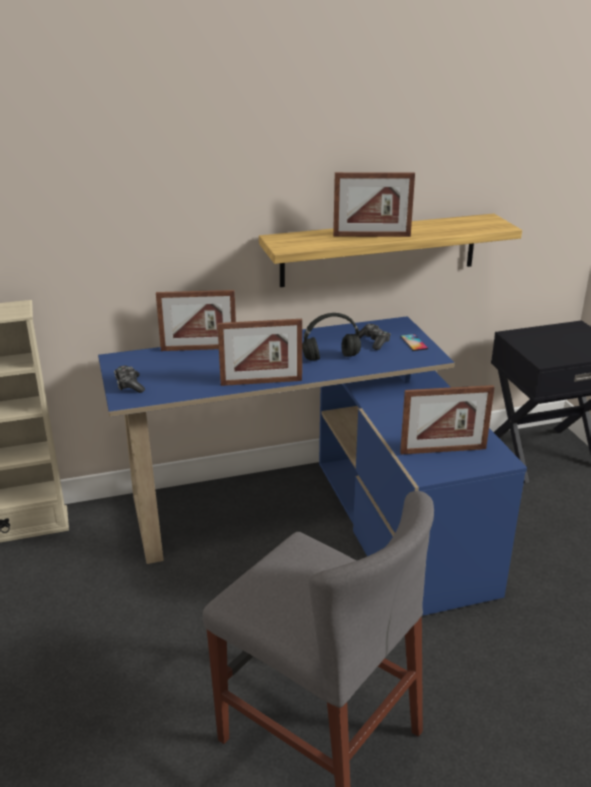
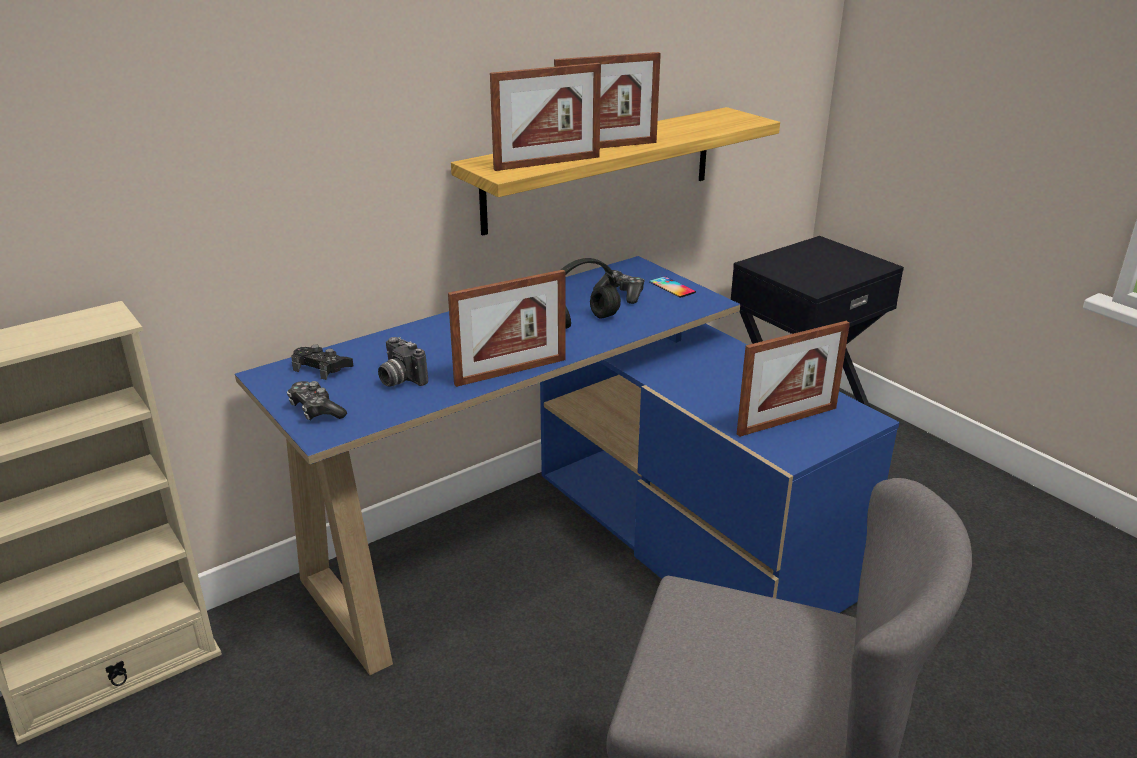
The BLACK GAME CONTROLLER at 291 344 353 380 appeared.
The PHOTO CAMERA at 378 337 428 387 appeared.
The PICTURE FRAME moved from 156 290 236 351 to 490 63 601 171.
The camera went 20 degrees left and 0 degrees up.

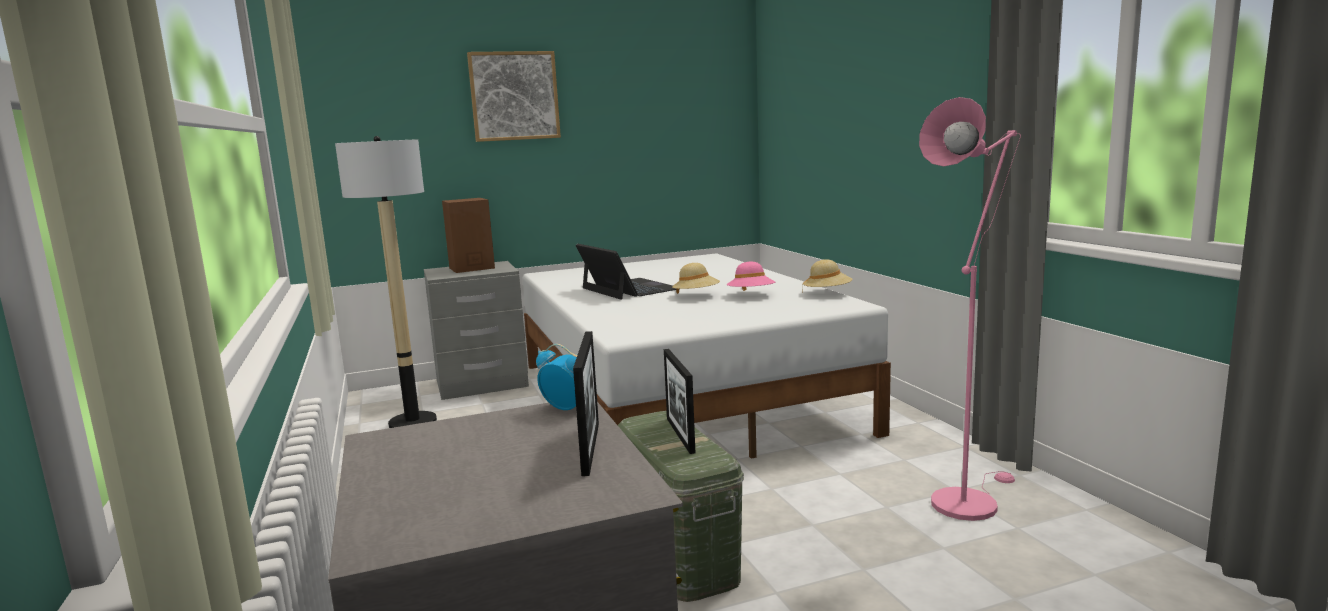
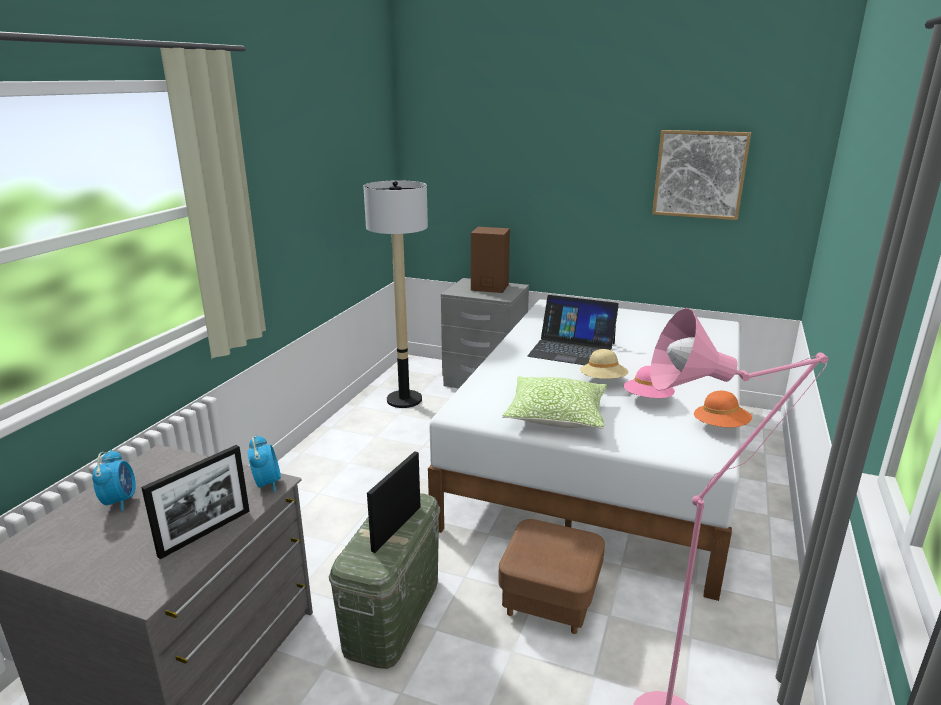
The ALARM CLOCK at 92 450 136 511 appeared.
The BROWN OTTOMAN at 498 519 605 634 appeared.
The PILLOW at 502 376 607 429 appeared.
The PICTURE moved from 467 51 561 142 to 652 130 751 220.
The BEIGE HAT at 802 259 852 293 became the ORANGE HAT at 694 391 752 427.
The LAPTOP at 576 244 676 300 turned 105 degrees clockwise.
The camera went 40 degrees right and 10 degrees up.

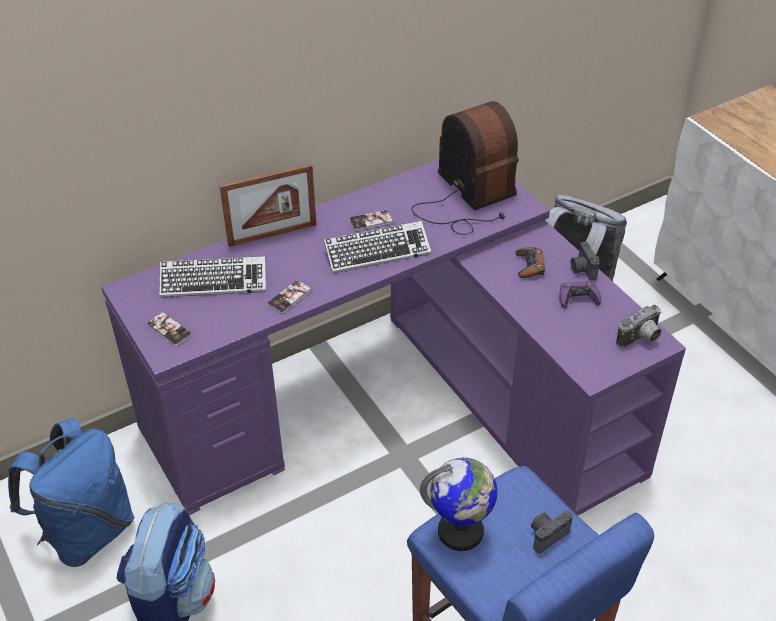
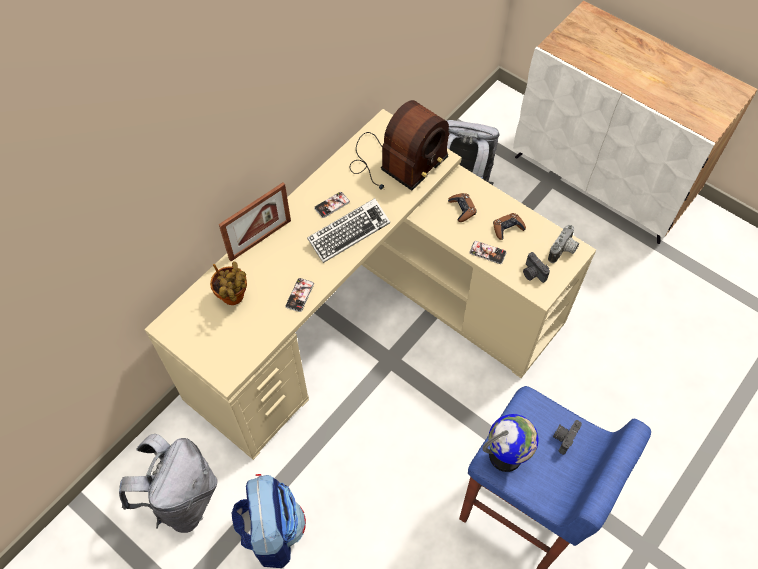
The PHONE moved from 147 312 192 346 to 469 241 507 264.
The PHOTO CAMERA moved from 570 242 600 280 to 523 252 550 283.
The KEYBOARD at 160 256 266 298 was replaced by the POTTED PLANT at 210 261 247 305.
The BLUE BACKPACK at 8 418 134 567 became the GREY BACKPACK at 119 434 218 533.
The PURPLE DESK at 101 159 686 515 became the BEIGE DESK at 144 109 596 460.
The PURPLE GAME CONTROLLER at 559 281 602 308 became the BROWN GAME CONTROLLER at 493 213 526 240.
The RADIO at 411 101 519 235 turned 90 degrees clockwise.
The camera went 20 degrees left and 15 degrees up.

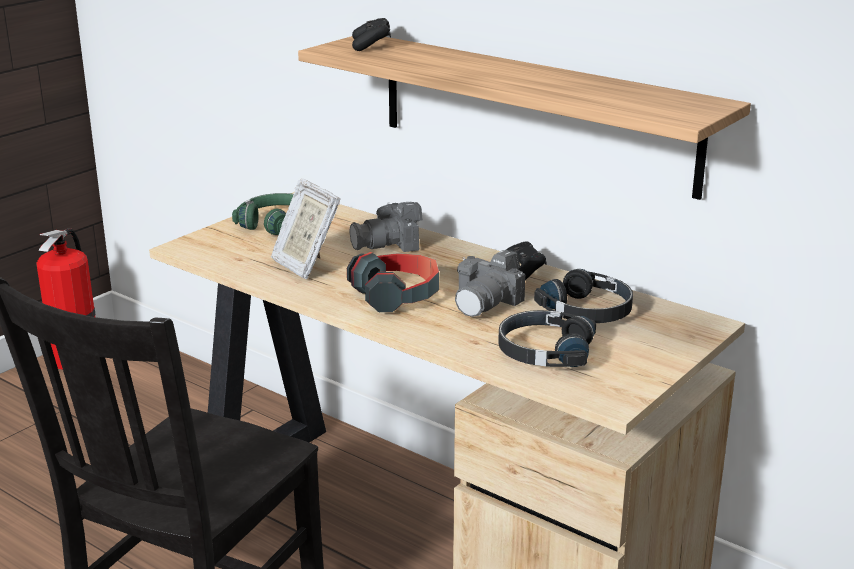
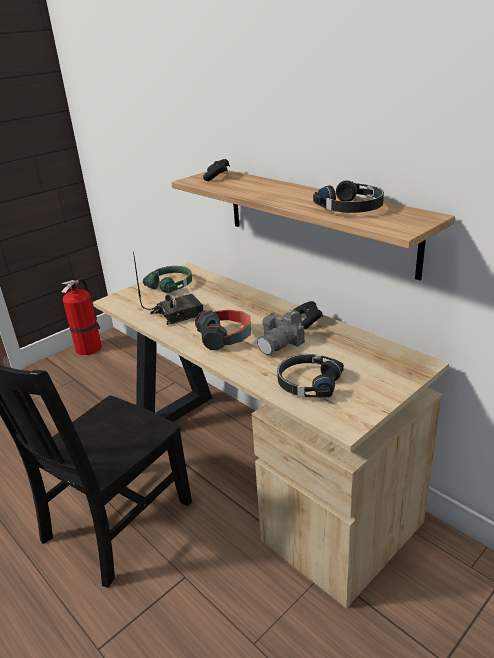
The PHOTO CAMERA at 350 202 423 252 disappeared.
The BLACK HEADPHONES moved from 534 269 633 323 to 313 180 384 213.
The PICTURE FRAME at 271 178 341 279 was replaced by the RADIO at 133 252 203 325.
The camera went 10 degrees right and 5 degrees up.

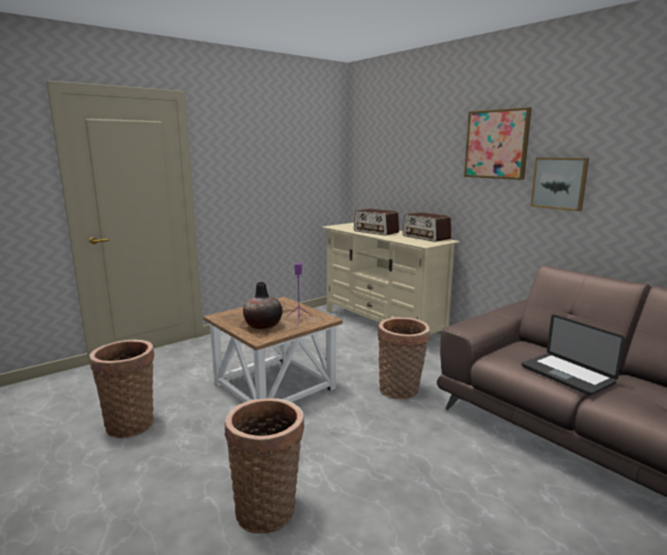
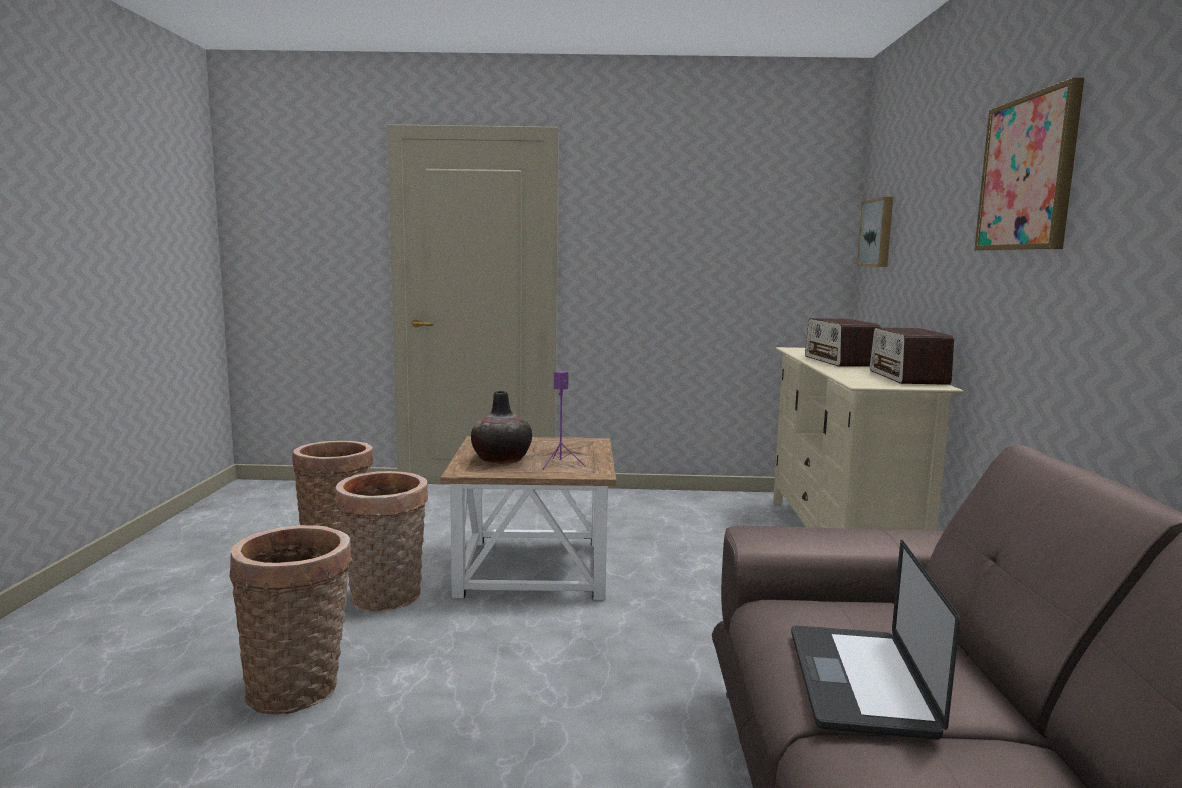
The BASKET moved from 378 317 430 399 to 336 471 428 611.
The PICTURE moved from 530 157 589 211 to 857 197 893 267.
The camera went 40 degrees right and 5 degrees down.

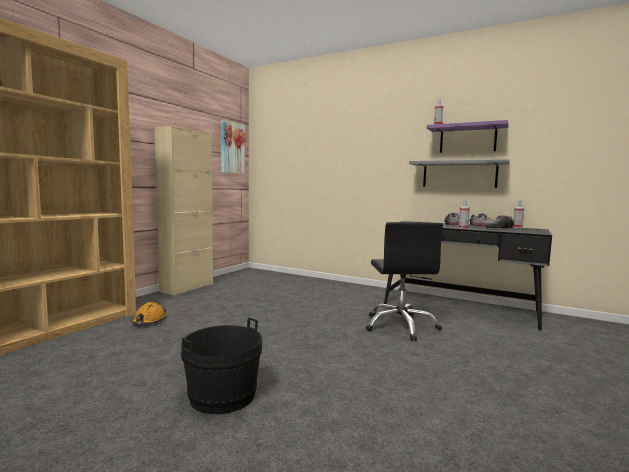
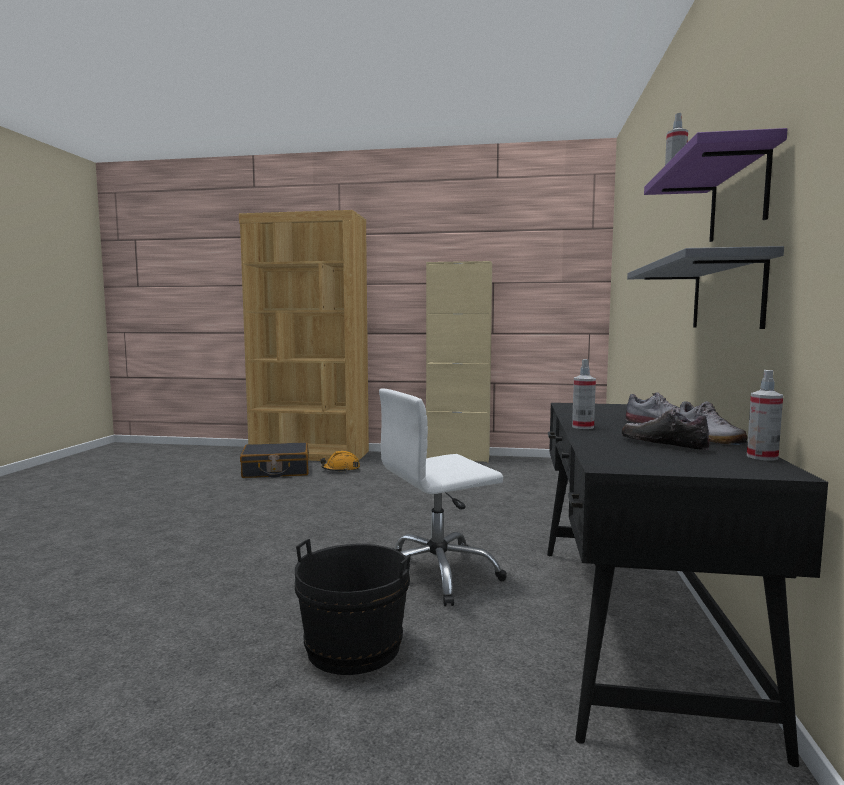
The PICTURE at 221 120 245 174 disappeared.
The BLACK SUITCASE at 240 442 309 478 appeared.
The BLACK BUCKET moved from 181 317 262 414 to 295 539 411 675.
The BLACK OFFICE CHAIR at 366 222 443 341 became the WHITE OFFICE CHAIR at 379 389 507 606.
The camera went 70 degrees right and 0 degrees up.

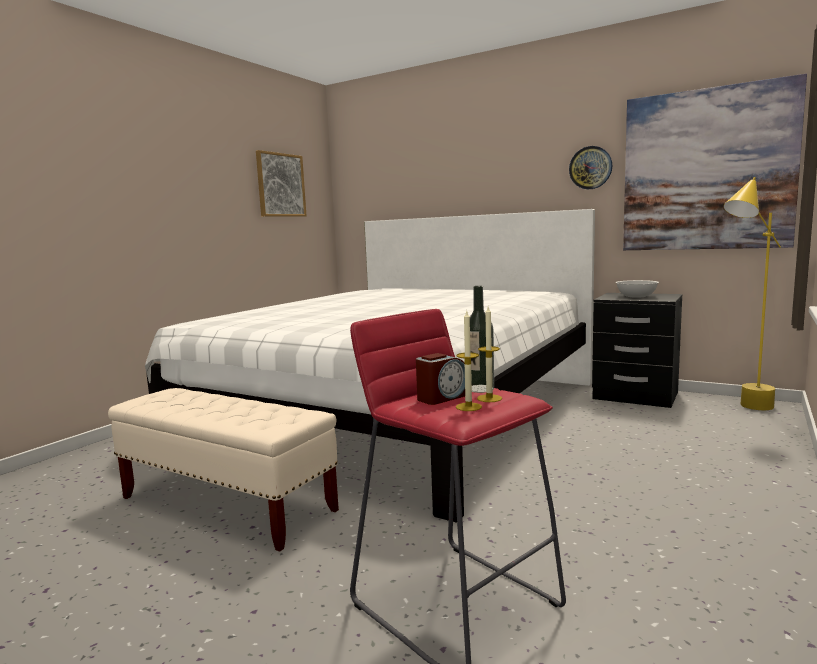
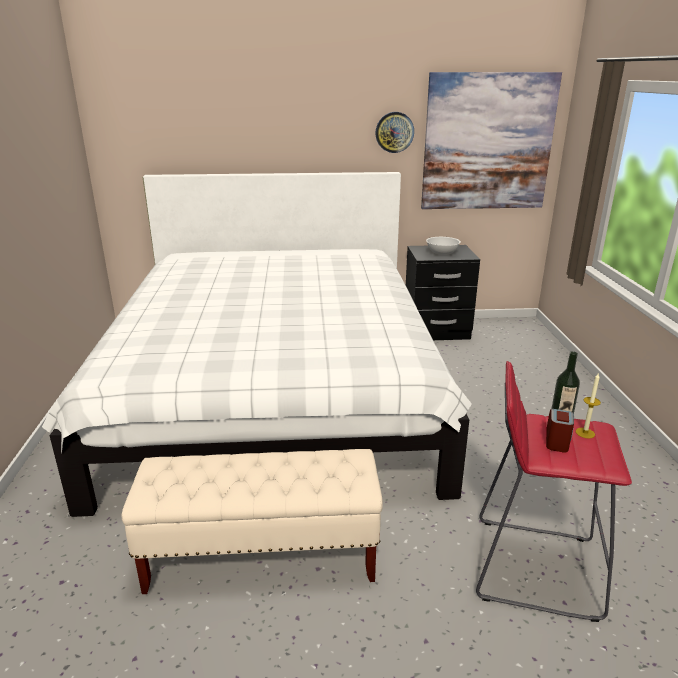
The PICTURE at 256 150 307 217 disappeared.
The CANDLE at 456 311 482 411 disappeared.
The YELLOW FLOOR LAMP at 724 177 781 410 disappeared.
The camera went 35 degrees left and 15 degrees up.

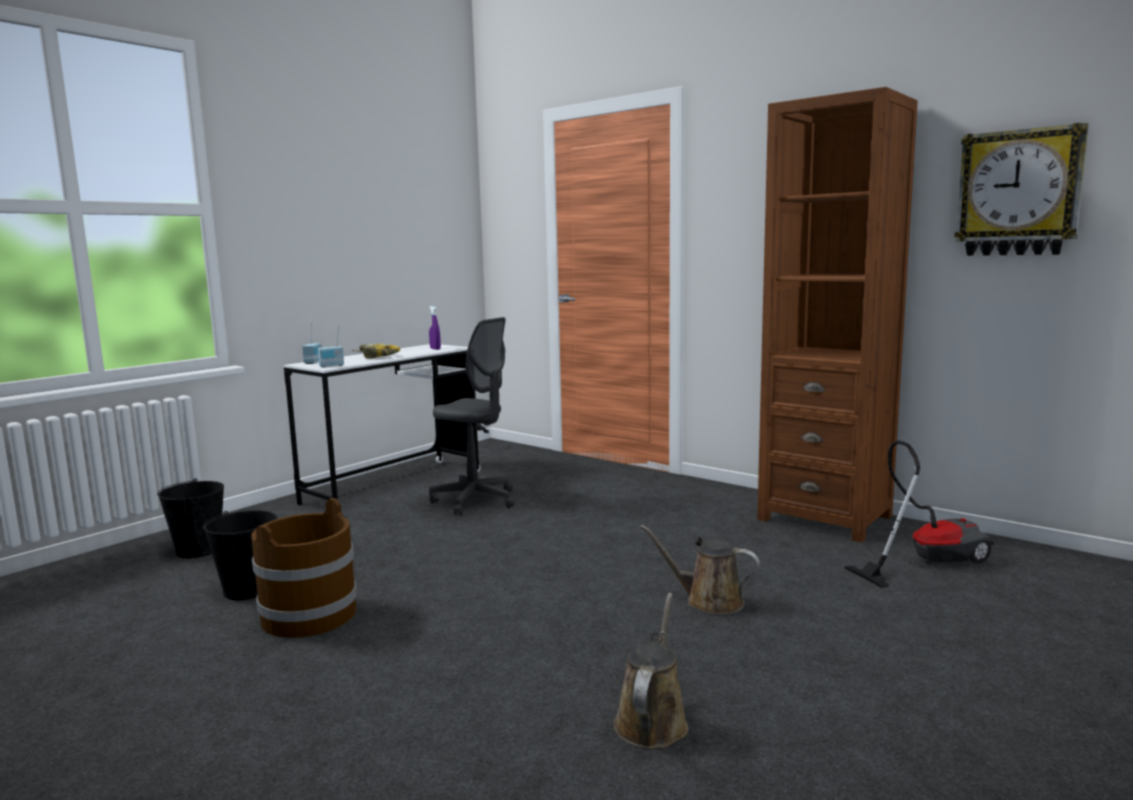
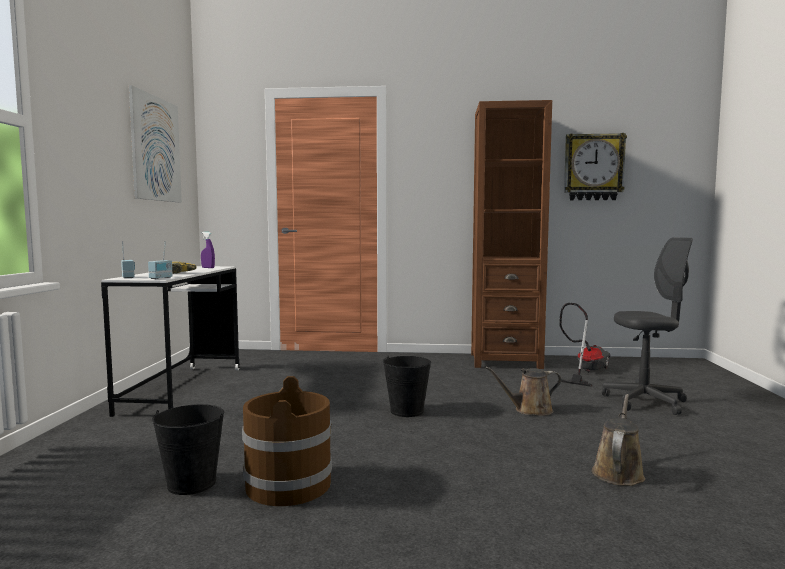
The PICTURE at 129 85 182 202 appeared.
The BLACK BUCKET moved from 157 478 224 558 to 383 356 431 417.
The GREY OFFICE CHAIR moved from 429 317 515 515 to 602 237 693 415.
The BROWN WATERING CAN at 613 593 688 749 turned 45 degrees clockwise.
The camera went 35 degrees left and 5 degrees down.

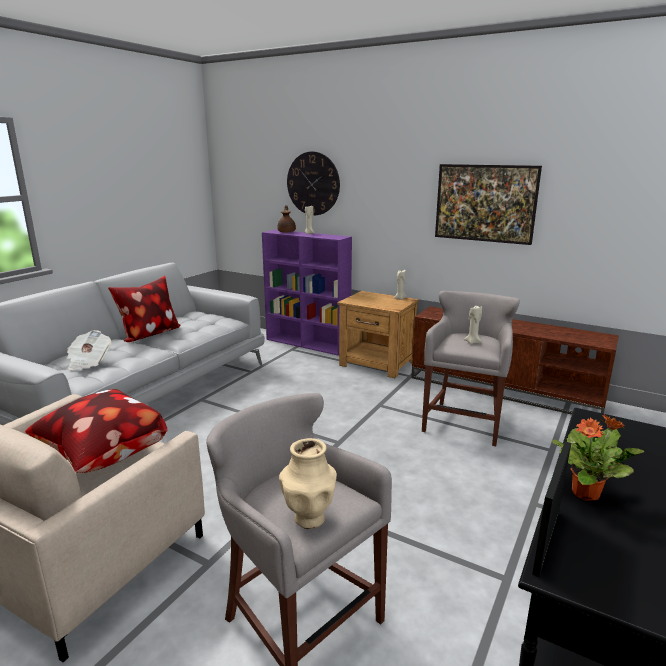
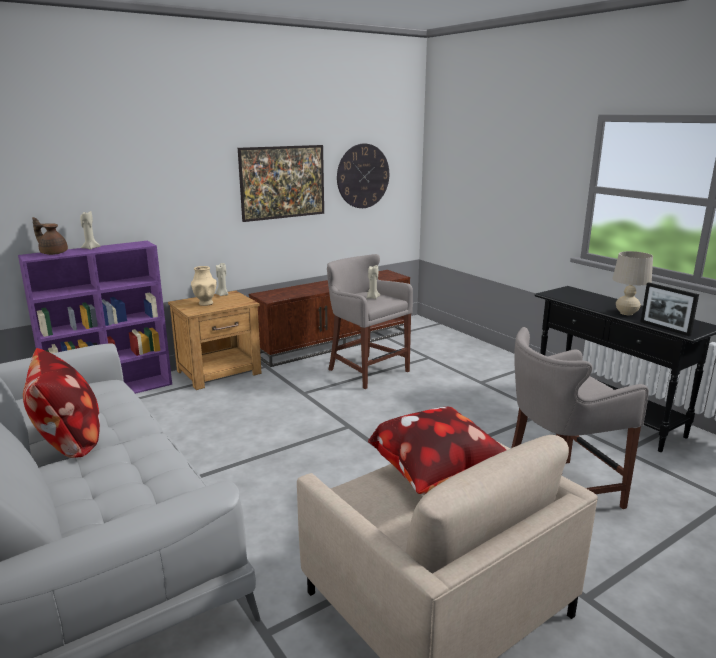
The NEWSPAPER at 66 330 111 371 disappeared.
The BEIGE VASE moved from 279 438 337 529 to 191 266 217 306.
The WALL CLOCK moved from 287 152 340 215 to 337 144 389 208.
The POTTED PLANT at 552 415 644 501 was replaced by the BEIGE TABLE LAMP at 612 251 653 315.
The camera went 65 degrees left and 0 degrees up.

